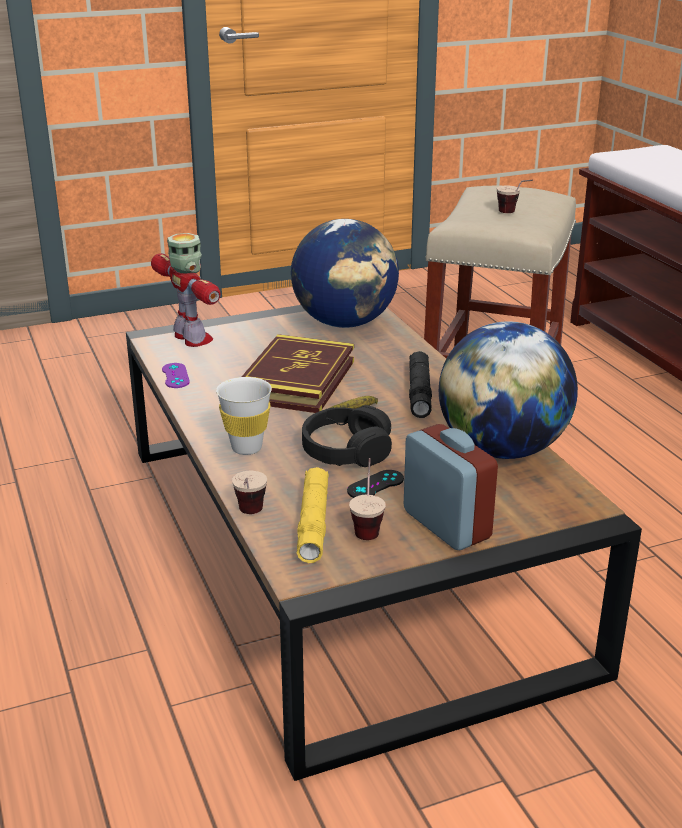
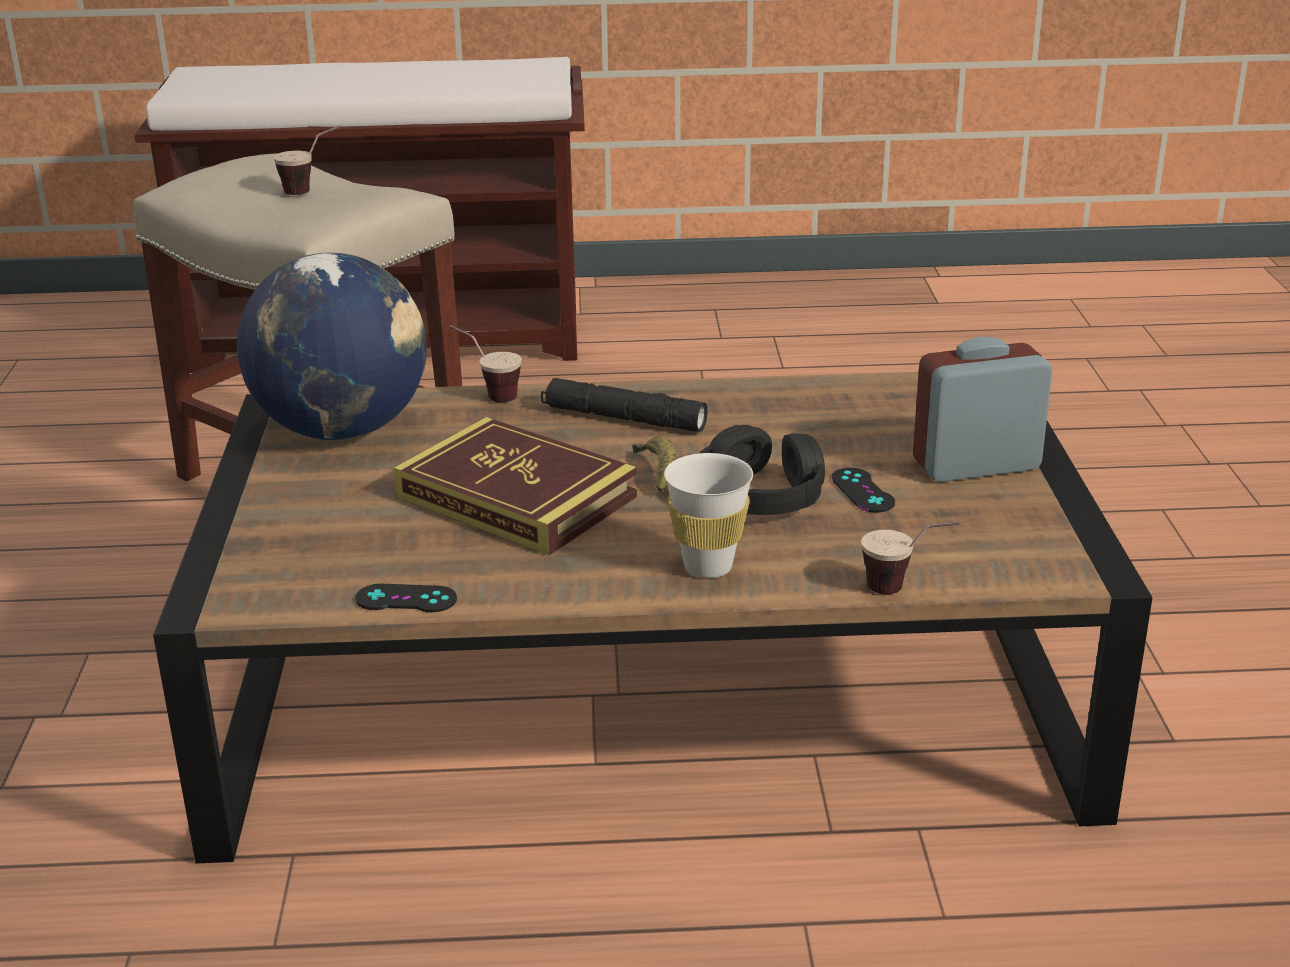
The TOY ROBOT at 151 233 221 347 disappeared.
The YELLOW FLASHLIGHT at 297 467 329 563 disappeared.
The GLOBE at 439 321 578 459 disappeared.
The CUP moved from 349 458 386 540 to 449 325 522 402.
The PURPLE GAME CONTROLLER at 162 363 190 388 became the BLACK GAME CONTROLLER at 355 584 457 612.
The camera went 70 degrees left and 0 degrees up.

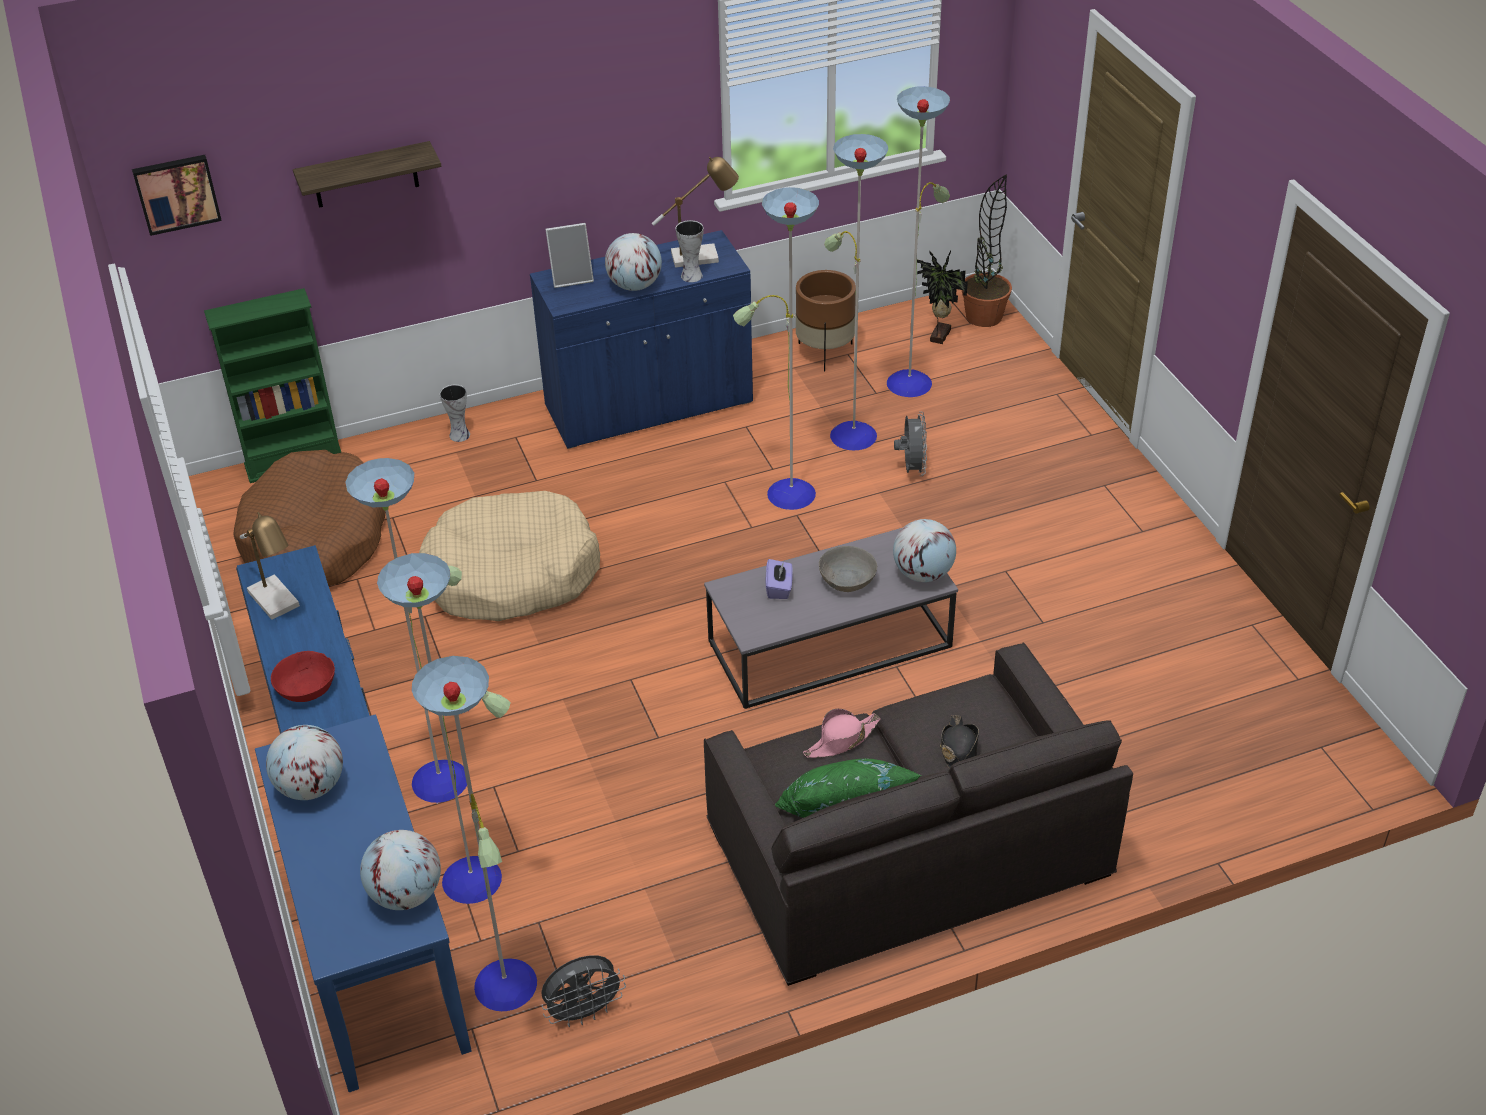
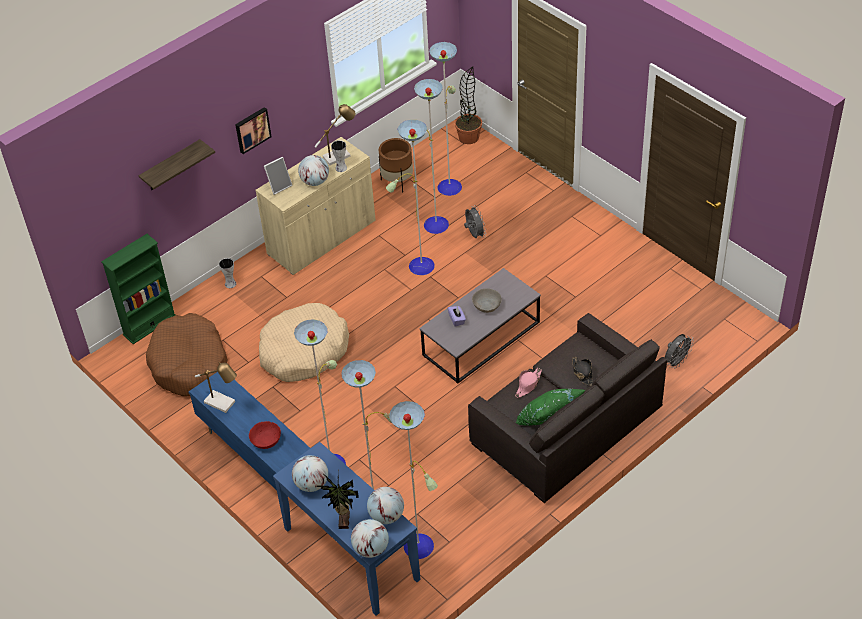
The PICTURE moved from 132 155 222 236 to 235 107 272 154.
The GREY FAN moved from 541 955 626 1027 to 665 334 694 369.
The GLOBE moved from 893 519 956 582 to 351 519 389 558.
The POTTED PLANT moved from 917 251 968 344 to 317 474 359 529.
The BLUE CABINET at 530 230 753 449 became the BEIGE CABINET at 255 137 376 275.
The camera went 20 degrees left and 5 degrees up.

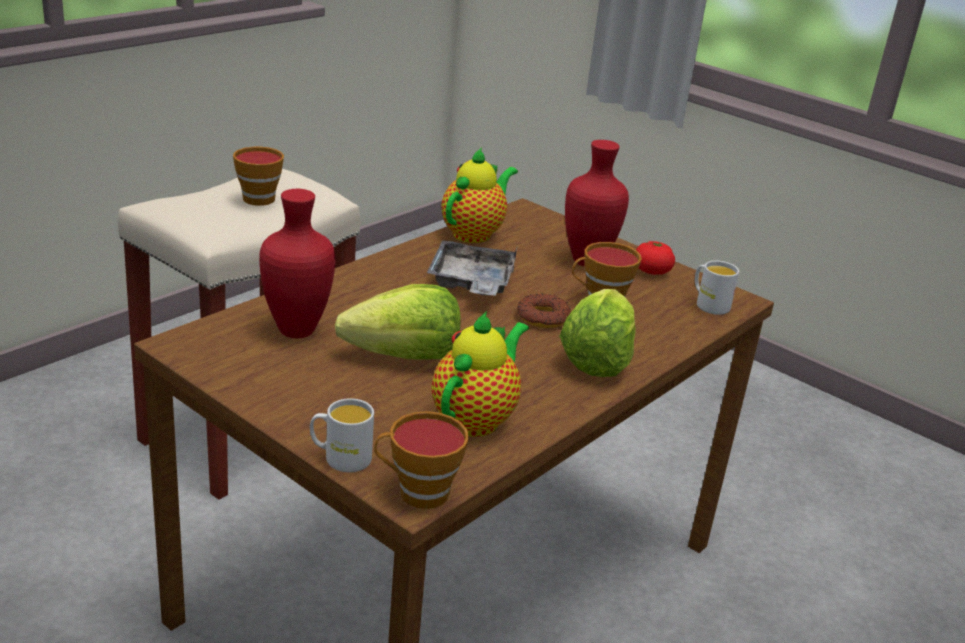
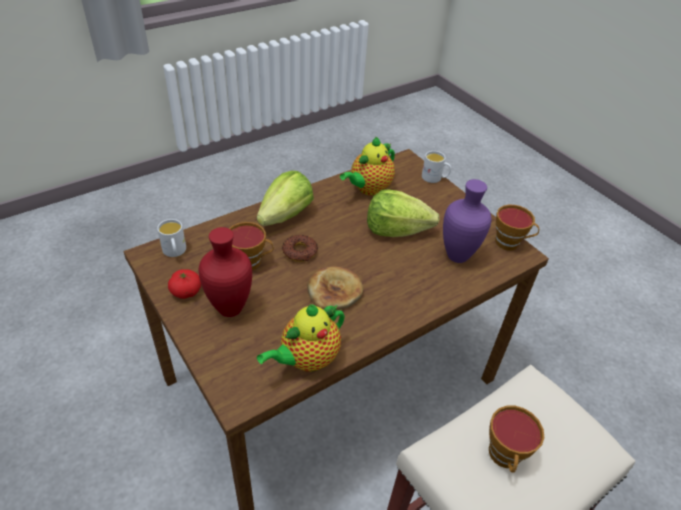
The CUP moved from 374 411 469 509 to 495 205 539 251.
The GREY TRAY at 427 240 518 296 was replaced by the BREAD at 307 266 363 310.
The RED VASE at 259 189 335 338 became the PURPLE VASE at 443 179 491 263.
The camera went 165 degrees left and 15 degrees up.

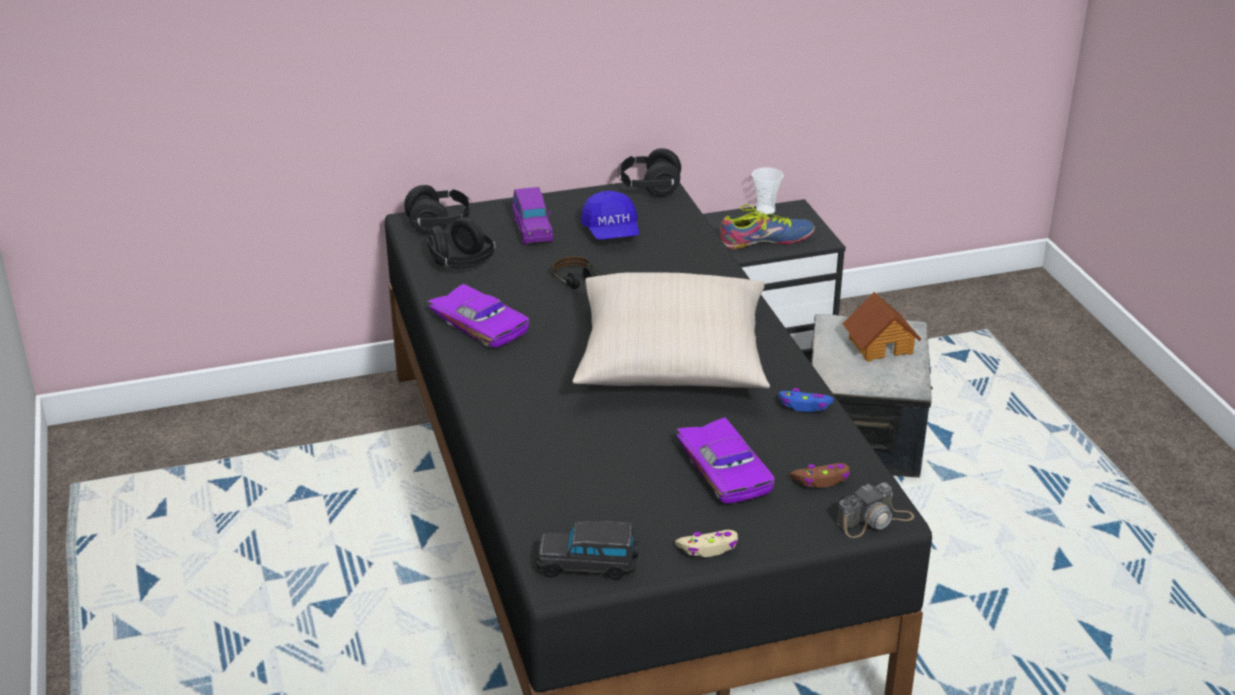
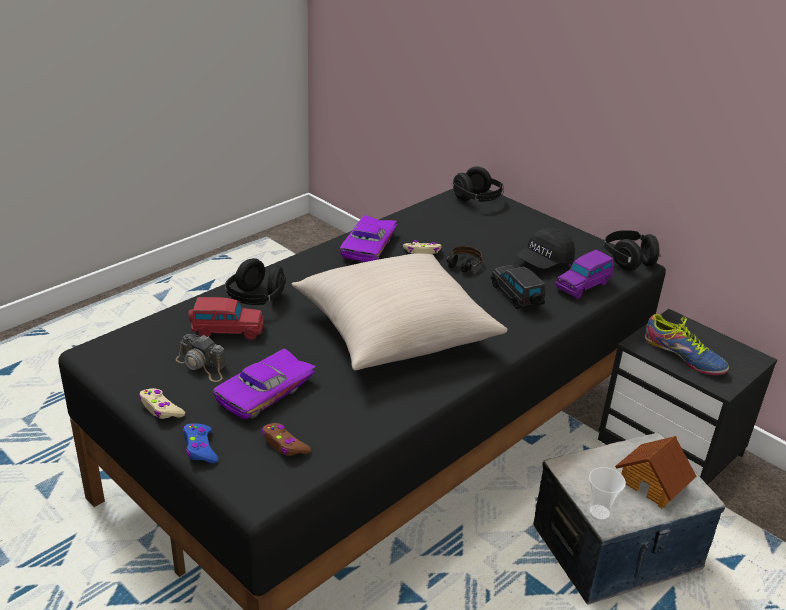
The RED TOY CAR at 189 297 264 340 appeared.
The BEIGE GAME CONTROLLER at 403 240 441 254 appeared.
The BLACK HEADPHONES moved from 427 217 495 268 to 225 258 286 305.
The PURPLE TOY CAR moved from 513 187 553 245 to 555 250 614 299.
The BLACK TOY CAR moved from 537 521 640 580 to 491 265 545 309.
The CUP moved from 752 167 784 215 to 589 467 626 521.
The BLUE GAME CONTROLLER moved from 778 388 834 412 to 183 423 218 463.
The PHOTO CAMERA moved from 837 482 914 538 to 176 334 226 382.
The BLUE CAP at 580 191 639 240 became the BLACK CAP at 516 228 575 269.
The camera went 60 degrees right and 0 degrees up.

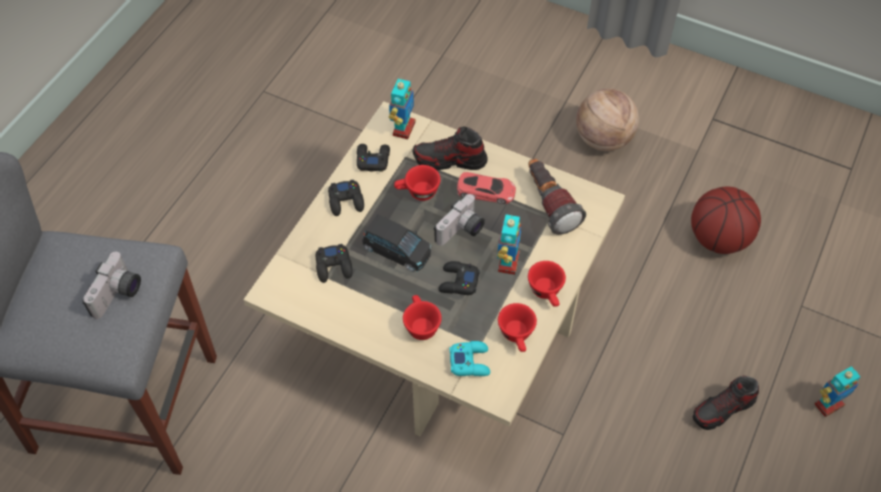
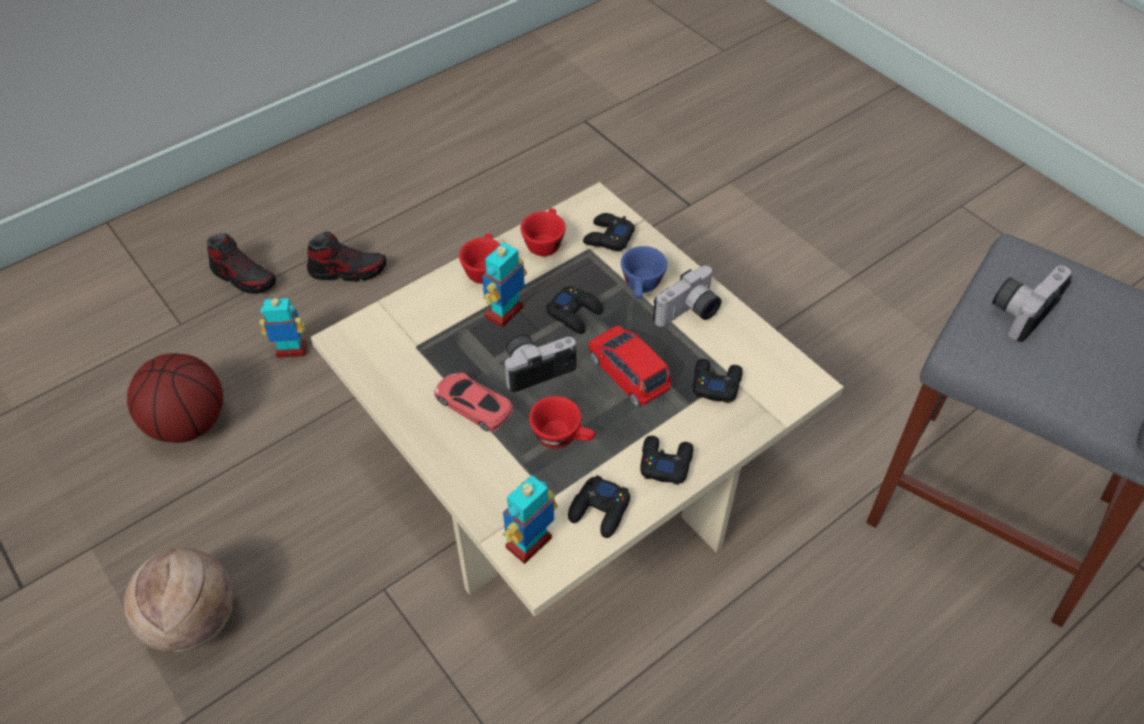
The FLASHLIGHT at 528 158 586 235 disappeared.
The PHOTO CAMERA at 653 266 722 327 appeared.
The SHOE moved from 413 126 488 170 to 207 233 276 294.
The TOY ROBOT moved from 815 366 860 417 to 260 294 306 358.
The BLACK TOY CAR at 362 214 431 272 became the RED TOY CAR at 589 326 671 407.
The RED CUP at 403 295 442 340 became the BLUE CUP at 621 246 667 299.
The TURQUOISE GAME CONTROLLER at 450 341 490 376 became the BLACK GAME CONTROLLER at 583 213 635 251.
The camera went 155 degrees left and 5 degrees down.

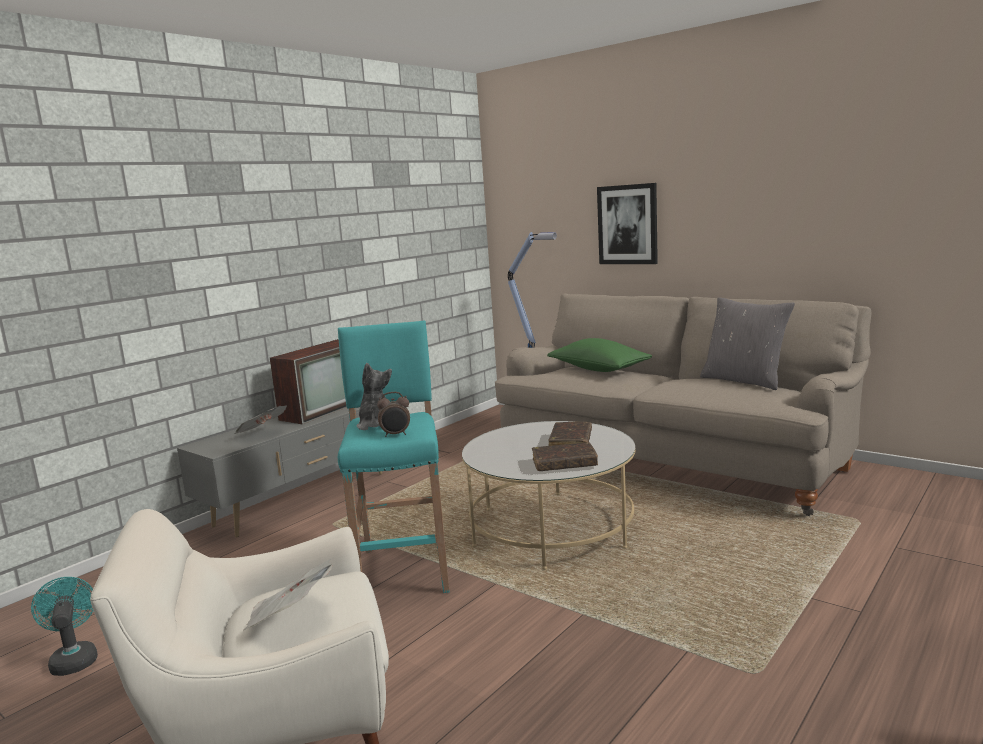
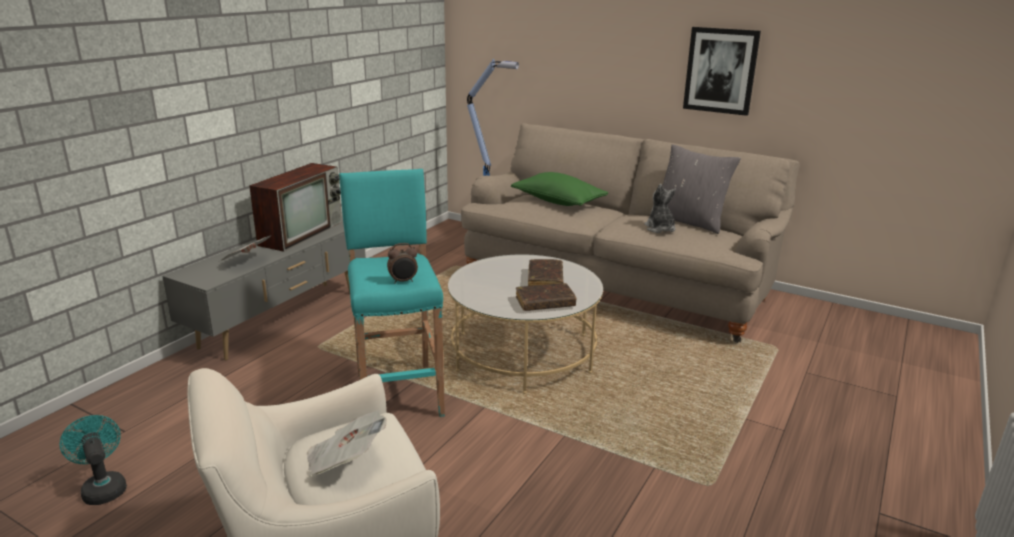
The PLUSH TOY moved from 356 363 392 430 to 644 184 676 233.
The PICTURE moved from 597 183 658 264 to 683 27 761 116.
The camera went 10 degrees left and 10 degrees up.

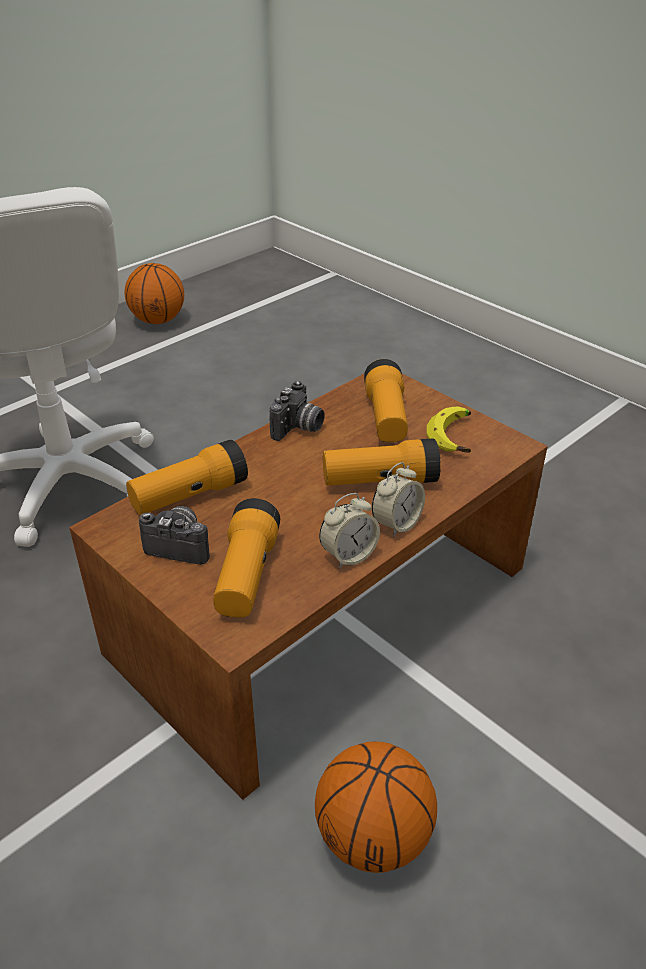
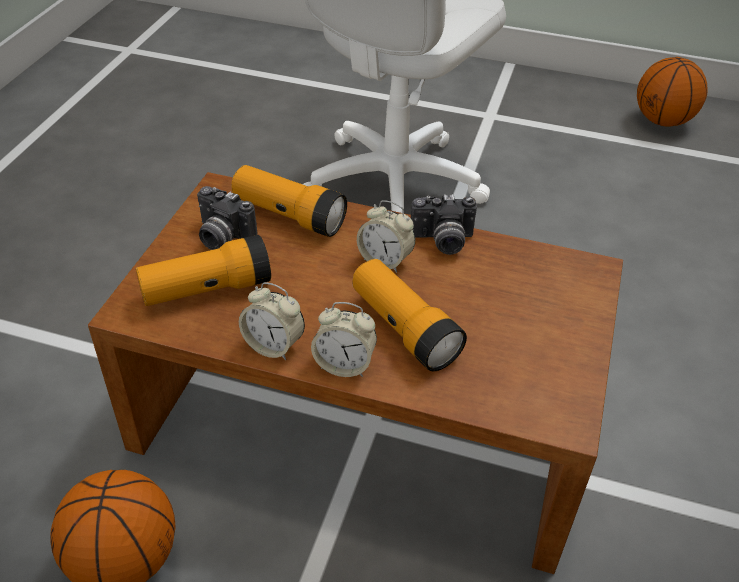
The FLASHLIGHT at 364 359 408 442 disappeared.
The BANANA at 427 406 471 453 disappeared.
The ALARM CLOCK at 357 200 415 273 appeared.
The PHOTO CAMERA at 139 506 210 565 turned 135 degrees clockwise.
The camera went 60 degrees right and 5 degrees up.

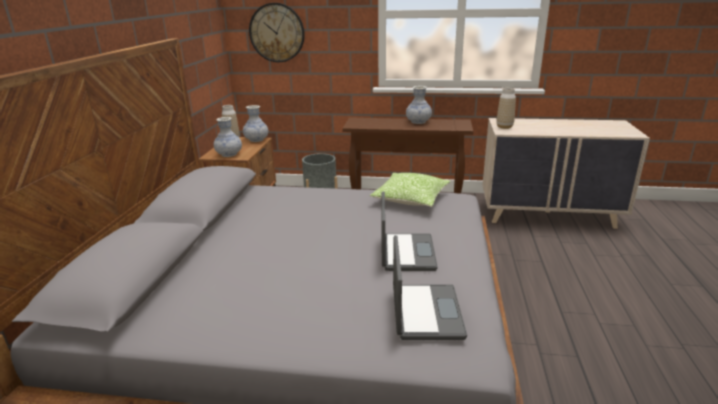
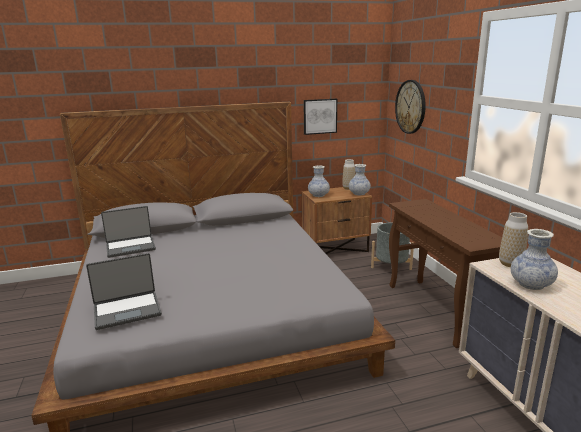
The PILLOW at 370 173 450 207 disappeared.
The PICTURE at 303 99 337 135 appeared.
The LAPTOP moved from 381 191 438 271 to 101 206 156 258.
The VASE moved from 406 86 432 124 to 511 229 558 290.
The camera went 65 degrees right and 5 degrees down.

